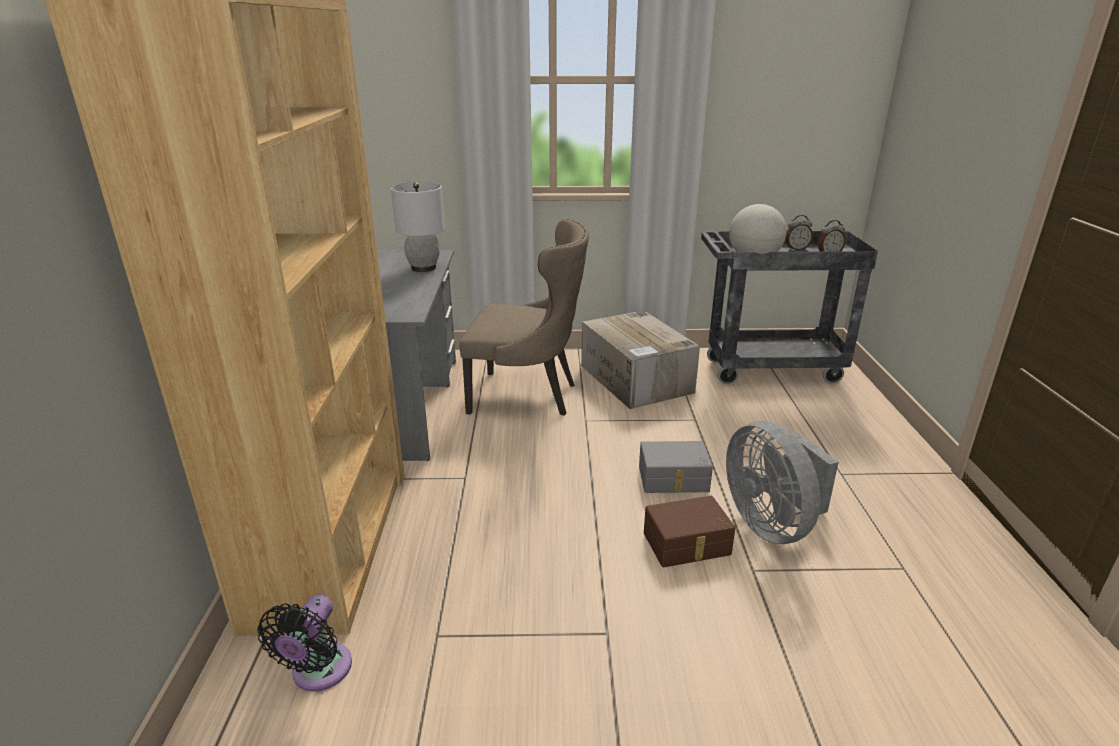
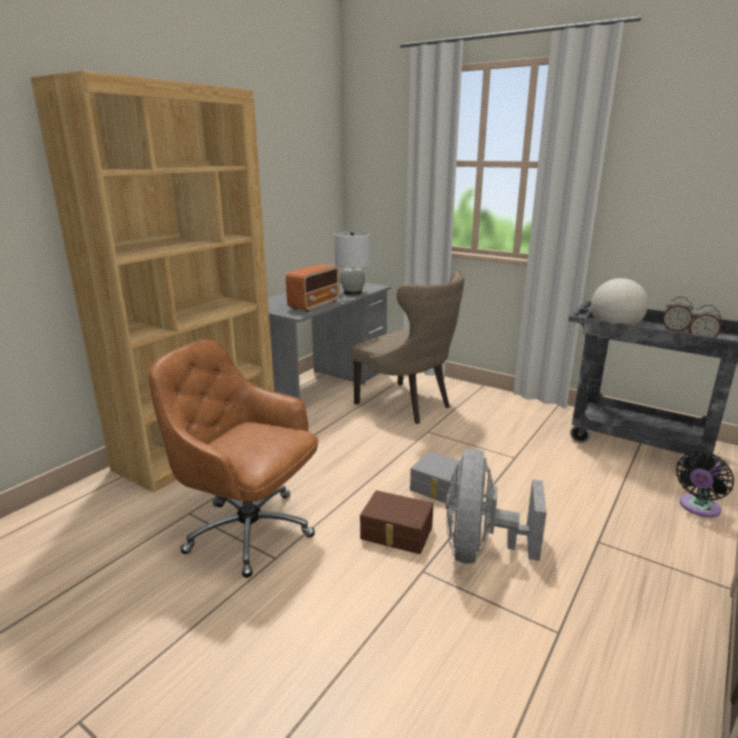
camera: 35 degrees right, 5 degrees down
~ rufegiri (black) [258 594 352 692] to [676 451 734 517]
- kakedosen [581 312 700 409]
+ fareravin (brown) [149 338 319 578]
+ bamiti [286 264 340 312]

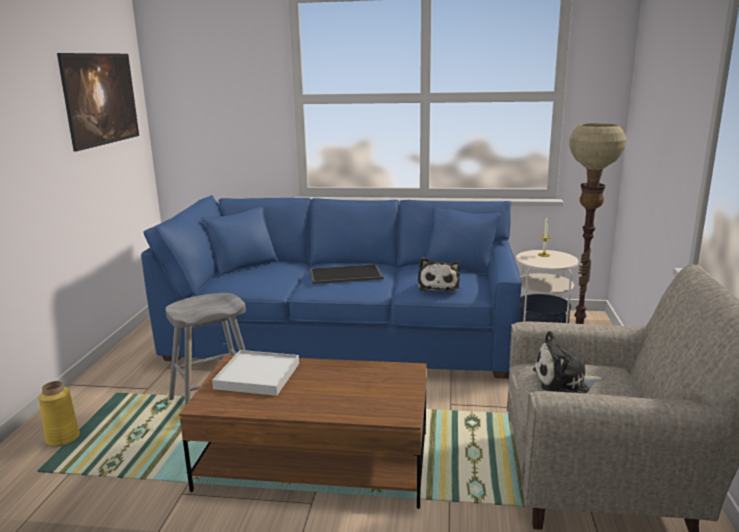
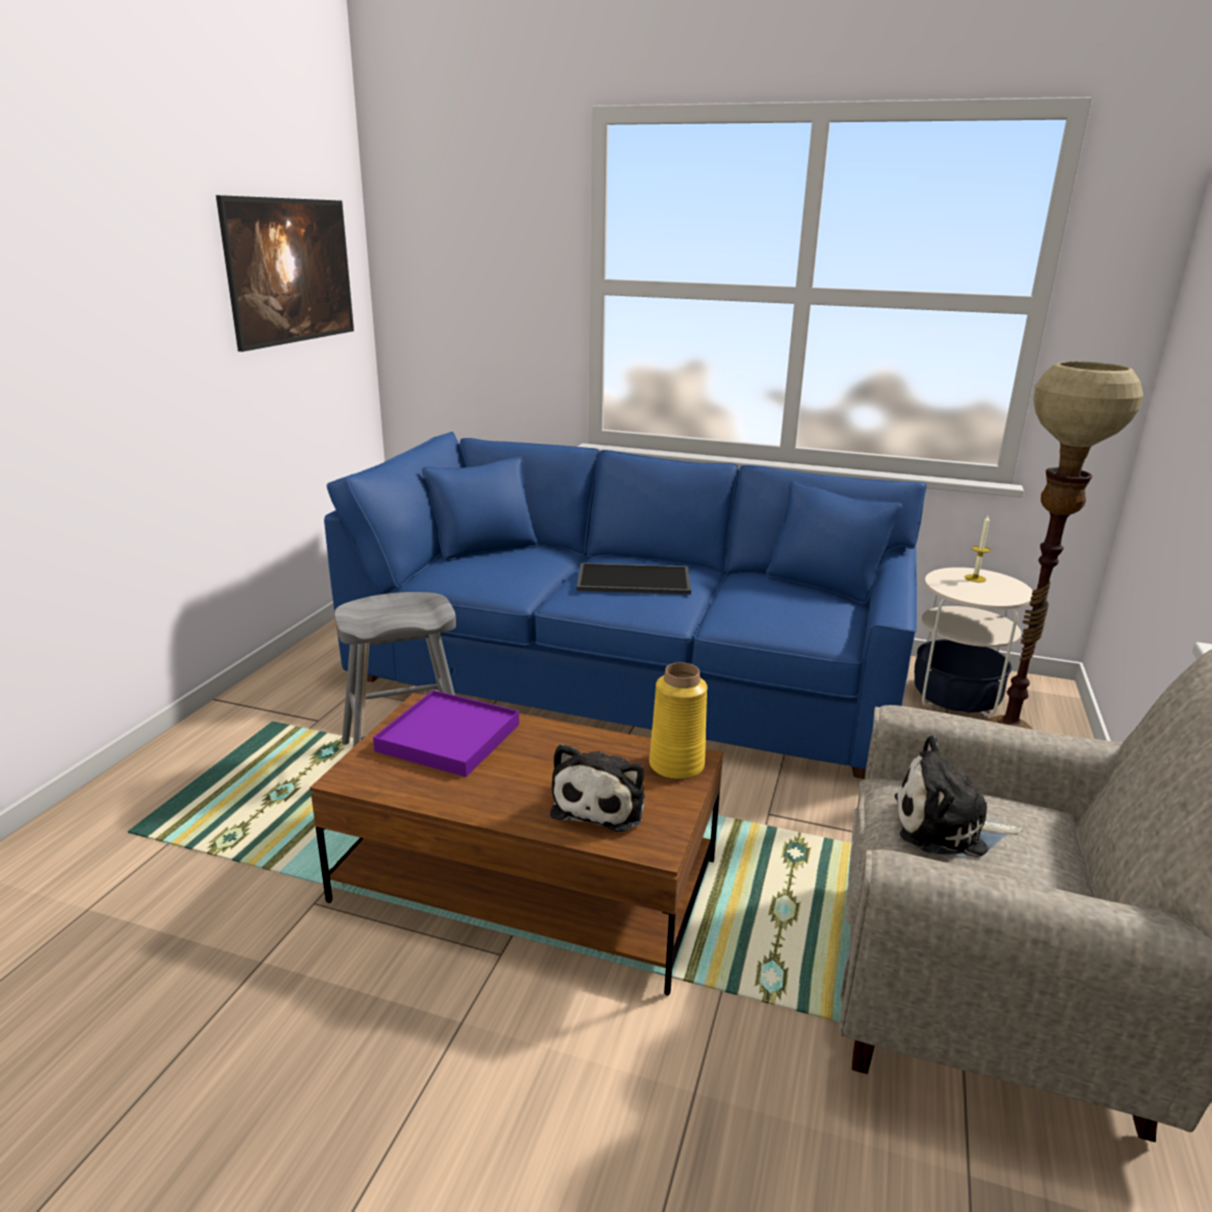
camera: 10 degrees right, 5 degrees up
~ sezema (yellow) [38 381 80 447] to [649 663 707 780]
~ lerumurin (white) [212 350 299 396] to lerumurin (purple) [373 690 519 777]
~ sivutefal [418 257 460 291] to [550 744 645 832]

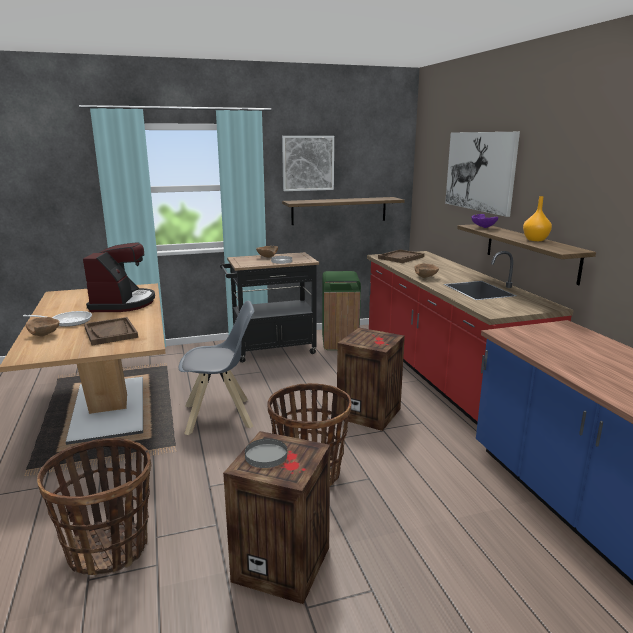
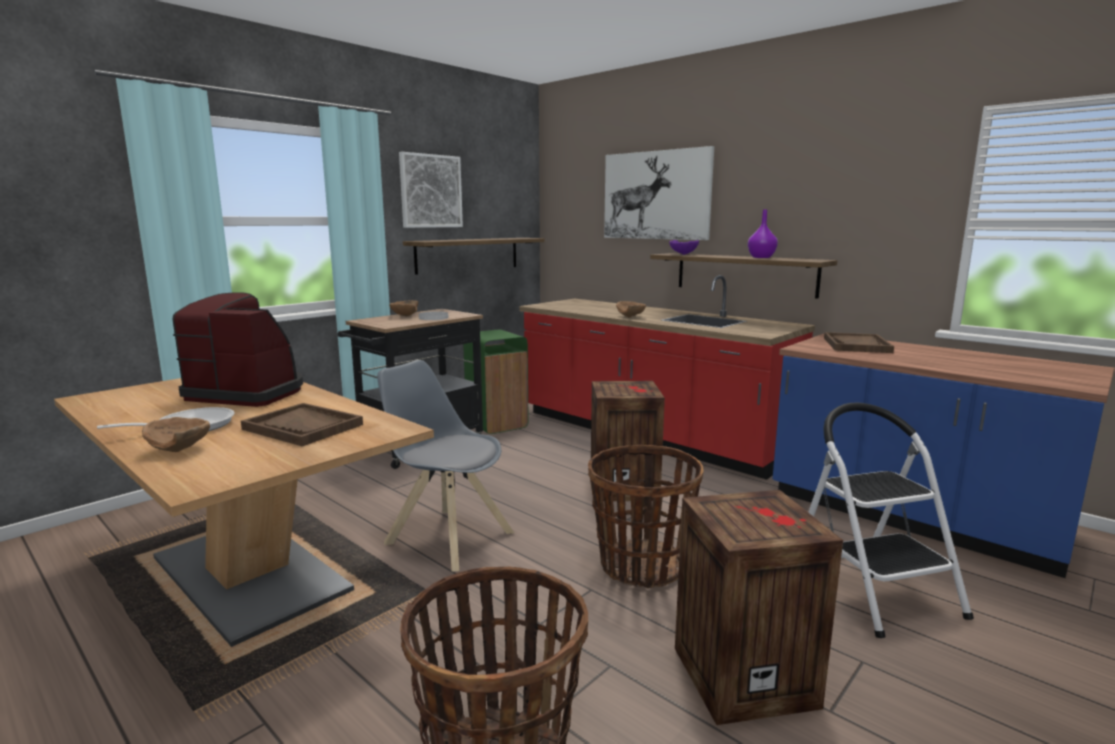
camera: 30 degrees left, 5 degrees down
~ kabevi [83 242 155 312] = [173 292 303 407] 45 degrees counterclockwise
~ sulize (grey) [179 301 255 435] = [377 360 514 572] 105 degrees counterclockwise
- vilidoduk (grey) [245 439 287 468]
~ lerumurin (brown) [378 250 424 263] to [824 332 894 353]
~ sezema (orange) [523 196 552 241] to sezema (purple) [748 210 778 258]
+ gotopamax [808 403 974 638]

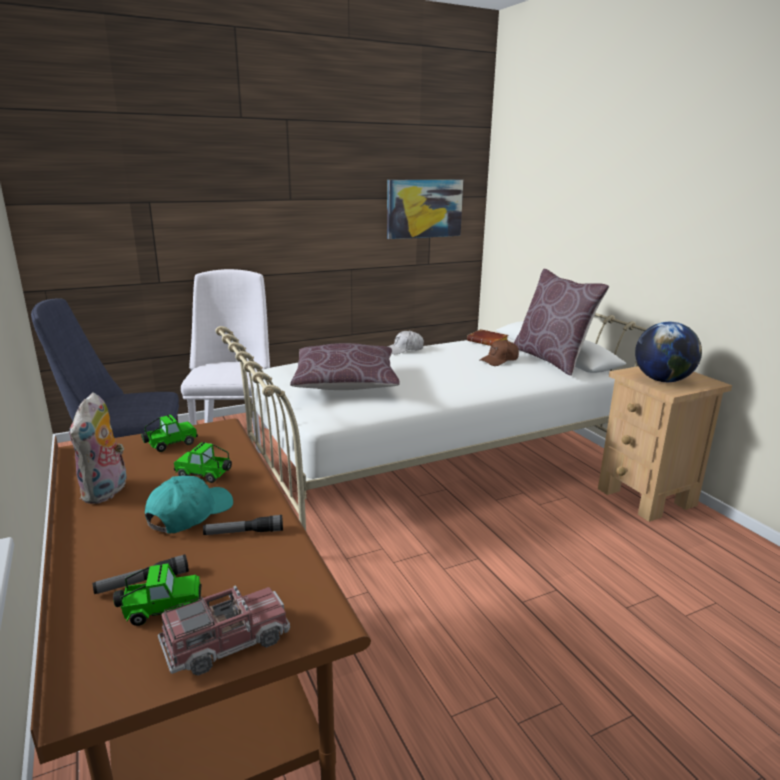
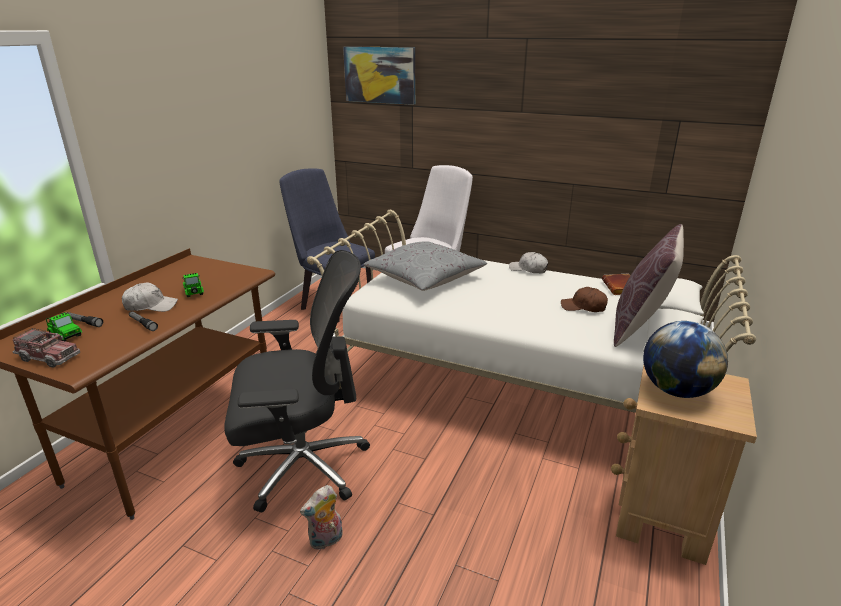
camera: 50 degrees right, 5 degrees up
~ sivutefal [69 393 127 504] to [300 485 343 550]
- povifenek [141 415 198 452]
~ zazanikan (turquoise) [145 476 233 534] to zazanikan (white) [122 282 178 312]
~ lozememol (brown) [290 343 400 390] to lozememol (grey) [364 241 487 291]
~ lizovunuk [387 179 463 239] to [343 46 415 105]
+ fareravin [224 250 370 512]

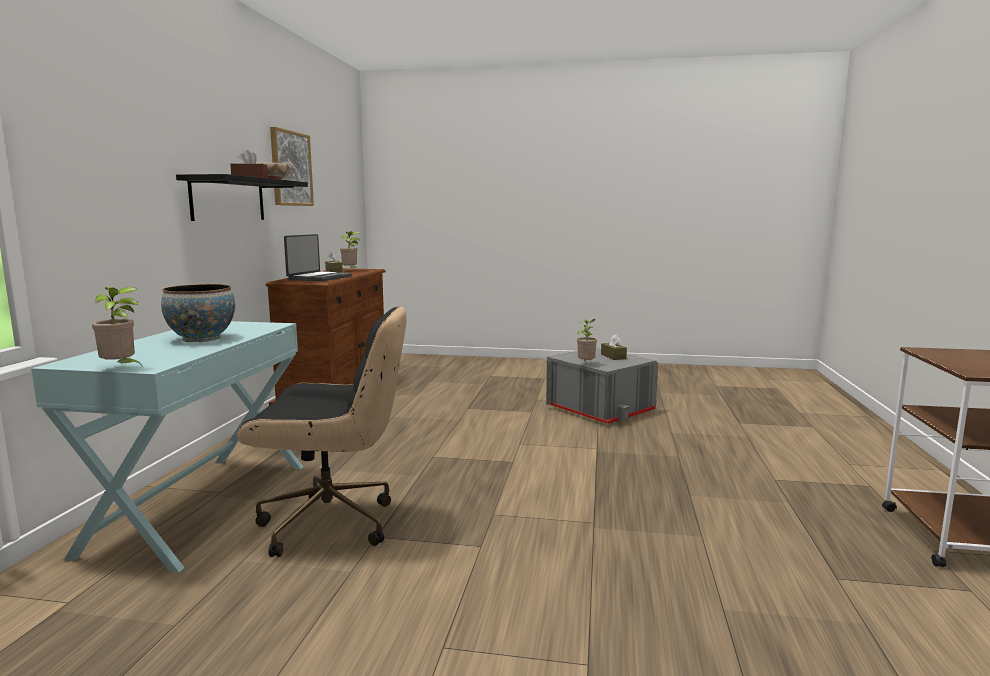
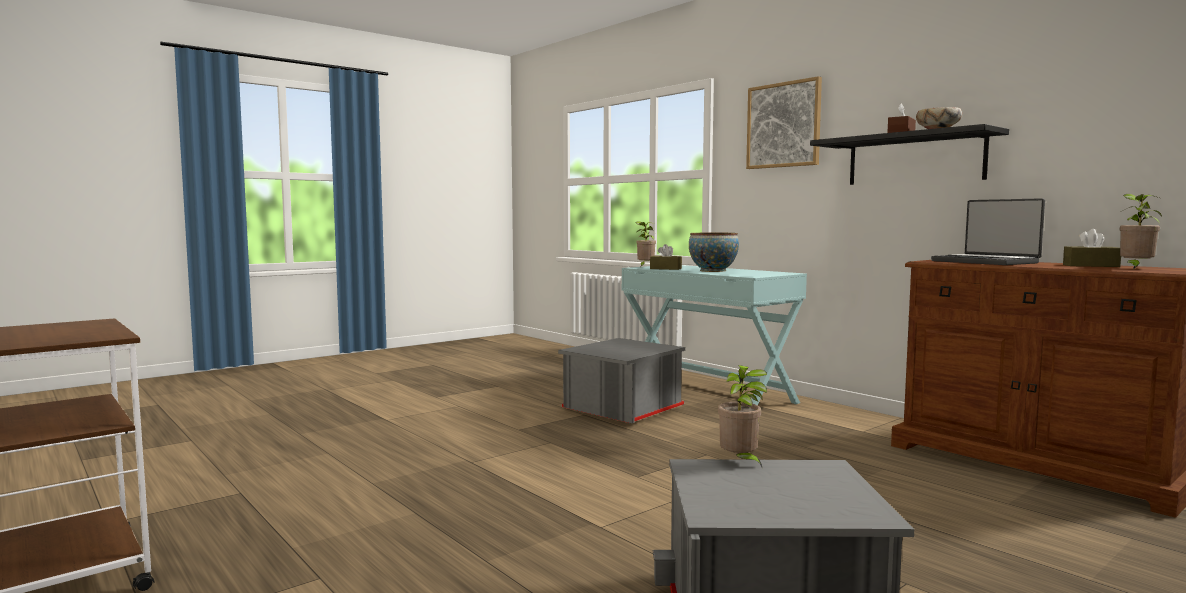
camera: 130 degrees right, 5 degrees down
~ fareravin (black) [237 306 407 557] to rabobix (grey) [558 338 685 423]
~ lizovunuk [270 127 314 206] to [746 76 822 169]
~ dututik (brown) [601 334 627 360] to [650 244 682 270]

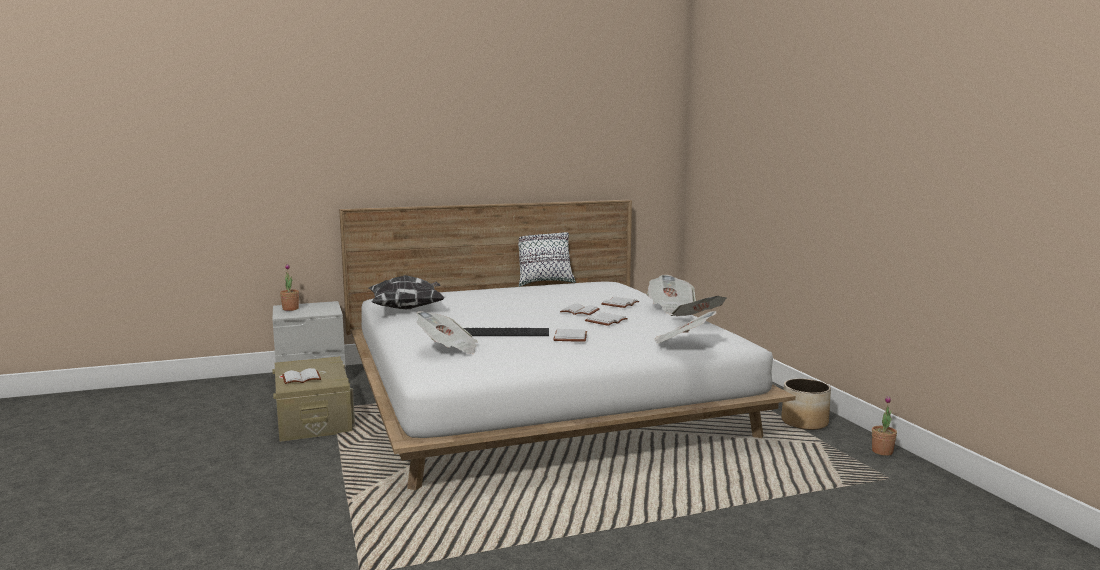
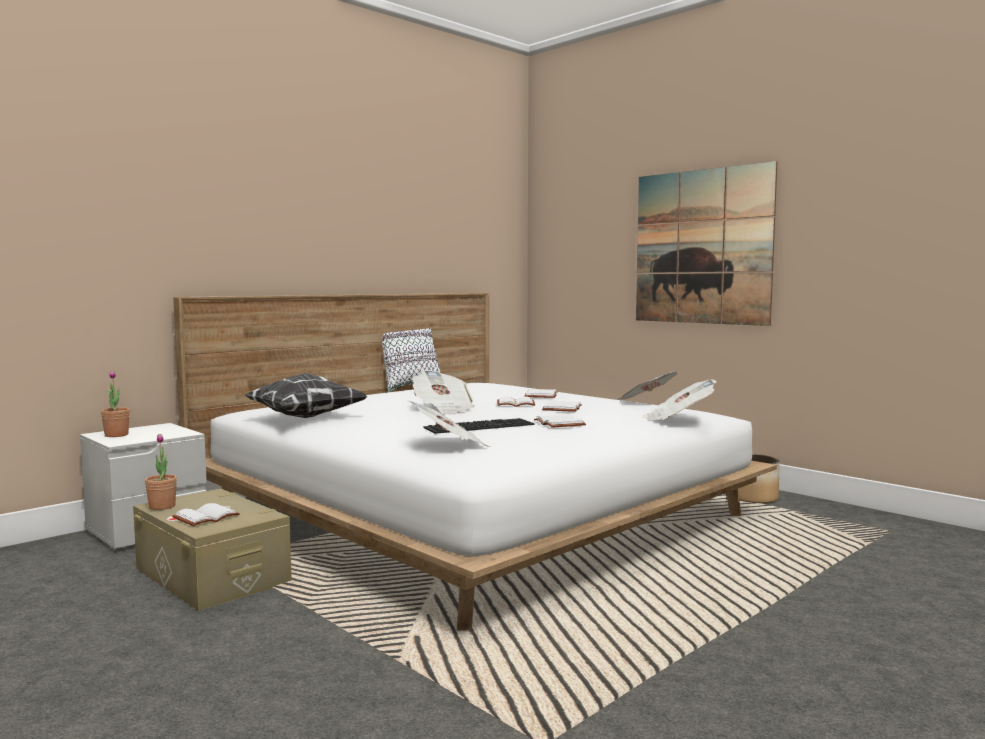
camera: 25 degrees left, 5 degrees down
~ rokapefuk [647 275 696 315] to [412 370 475 415]
~ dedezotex [872 396 897 456] to [145 434 177 510]
+ lizovunuk [636 161 777 326]

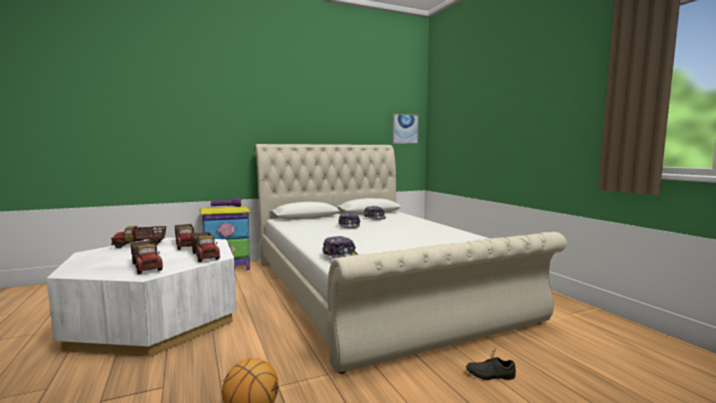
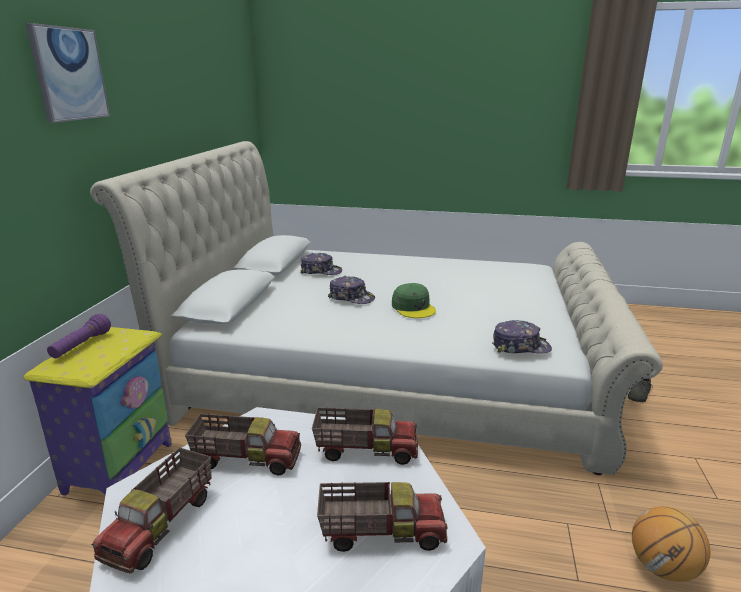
camera: 55 degrees left, 15 degrees up
~ lizovunuk [392 114 419 144] to [26 23 110 123]
+ zazanikan (green) [392 283 436 318]

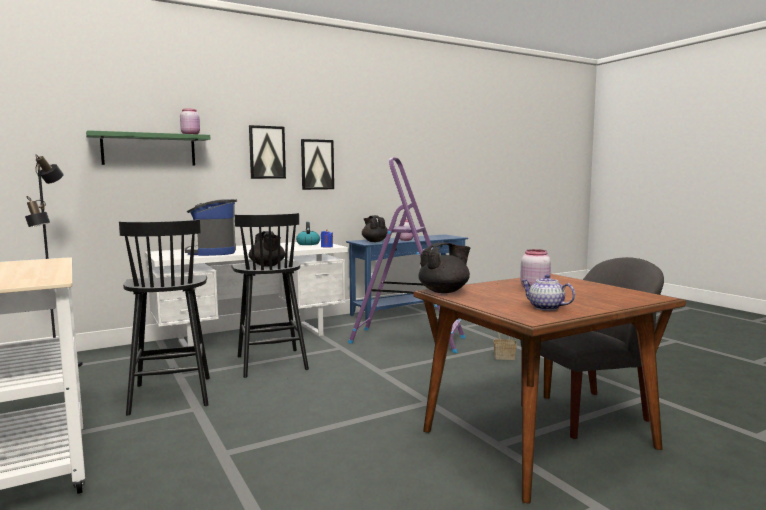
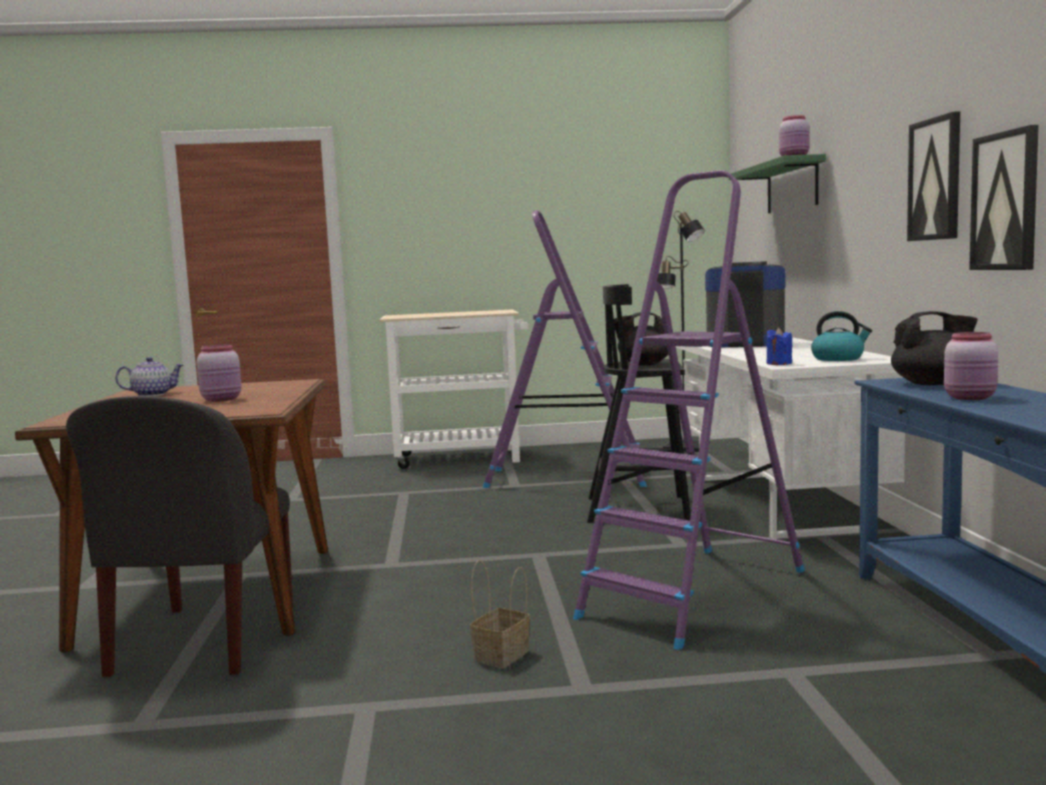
camera: 115 degrees right, 0 degrees up
~ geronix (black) [119 219 210 416] to gotopamax (purple) [483 210 647 488]
~ lizovunuk [249 125 286 179] to [969 125 1039 270]
- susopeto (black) [418 242 470 293]

